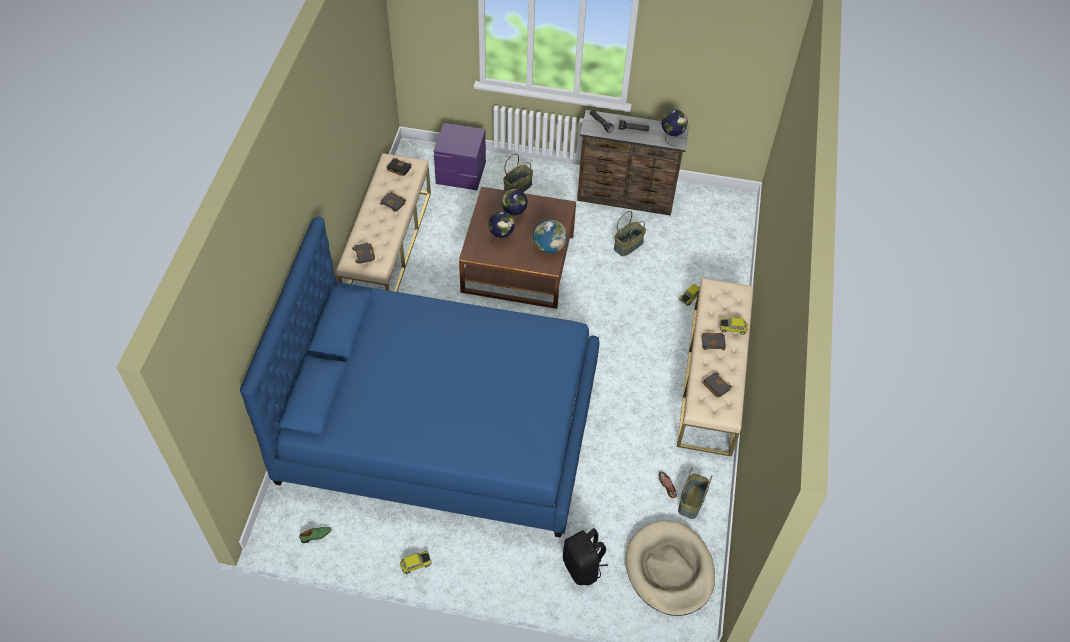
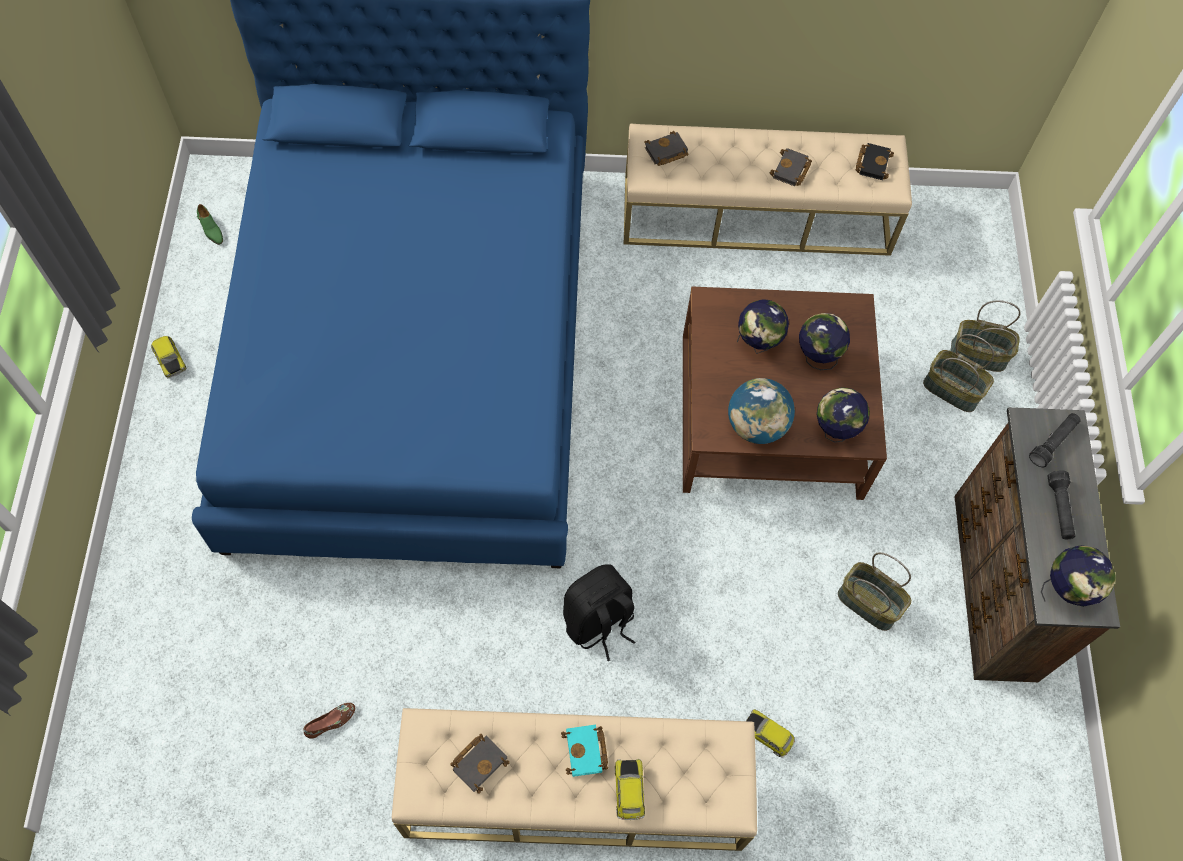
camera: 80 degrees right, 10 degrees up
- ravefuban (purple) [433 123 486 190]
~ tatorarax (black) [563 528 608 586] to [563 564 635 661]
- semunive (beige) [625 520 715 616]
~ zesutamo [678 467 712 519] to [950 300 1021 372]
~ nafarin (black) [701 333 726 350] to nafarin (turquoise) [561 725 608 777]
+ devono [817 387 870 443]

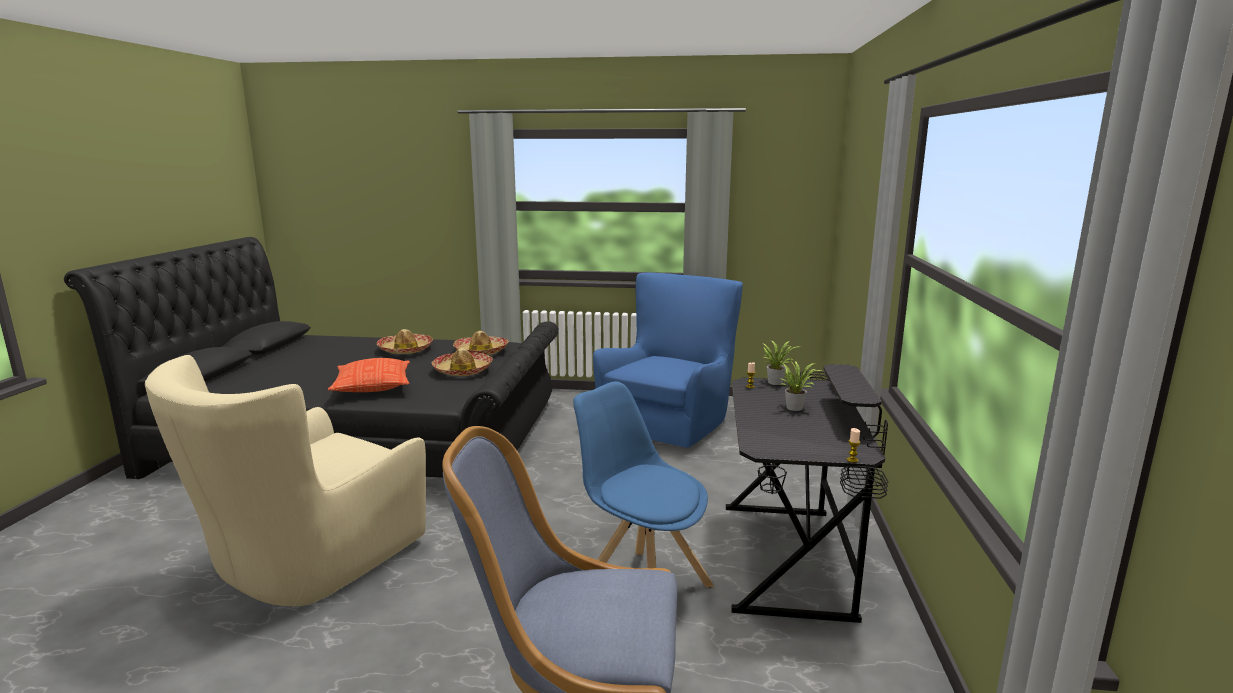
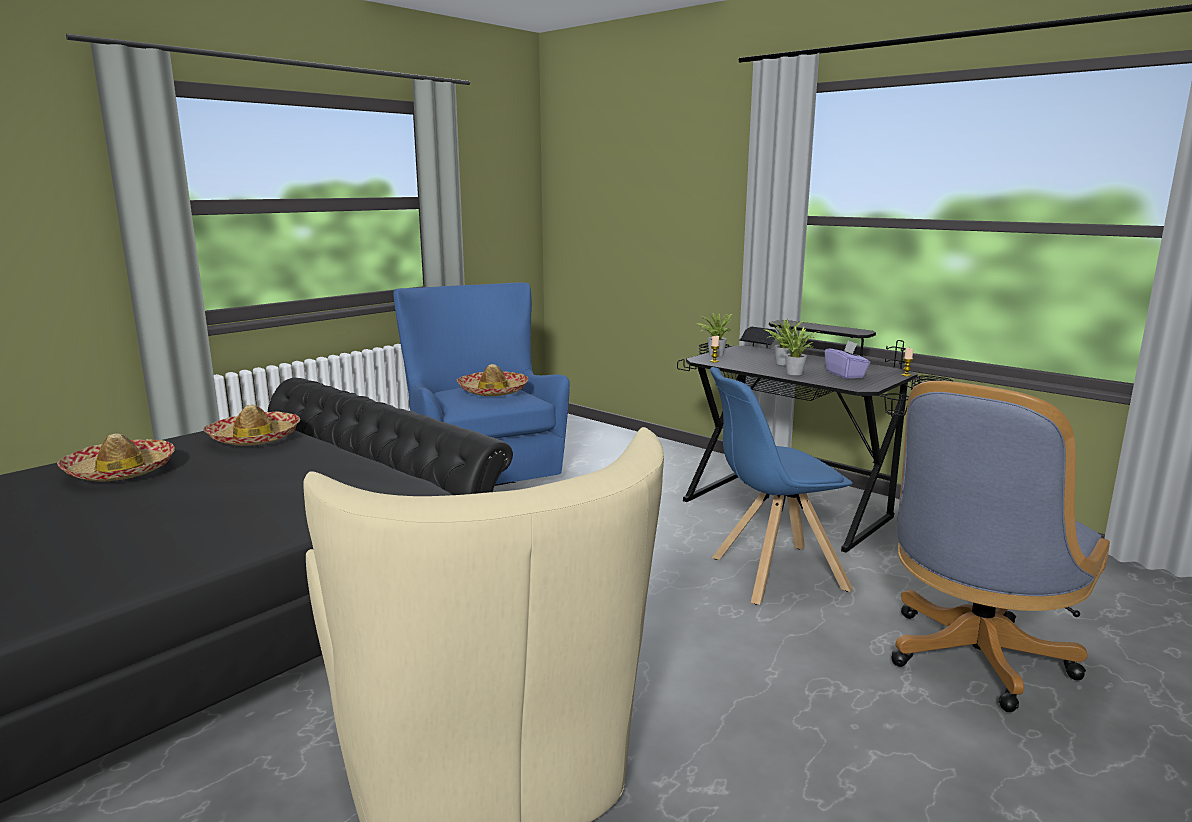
camera: 55 degrees left, 0 degrees up
- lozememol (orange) [328 358 410 392]
~ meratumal [432 348 493 376] to [456 364 529 396]
+ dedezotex [779 326 820 375]
+ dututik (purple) [825 340 870 379]

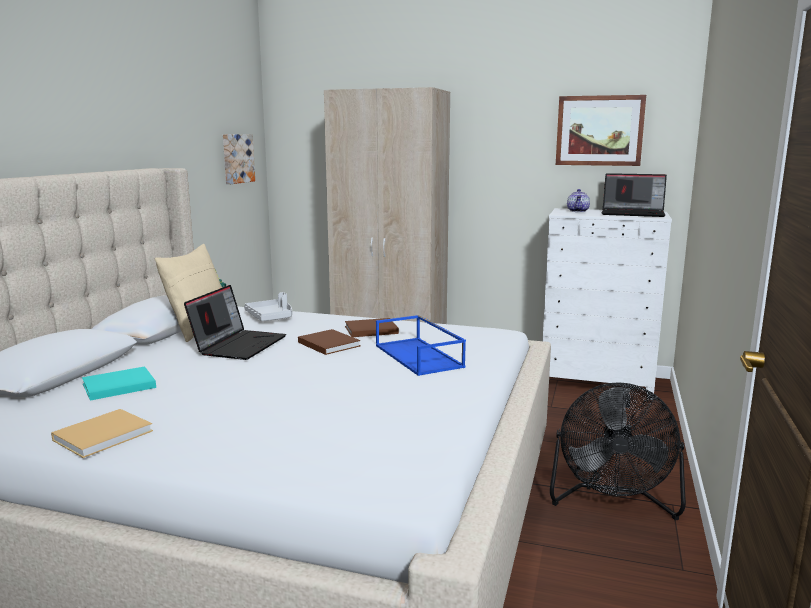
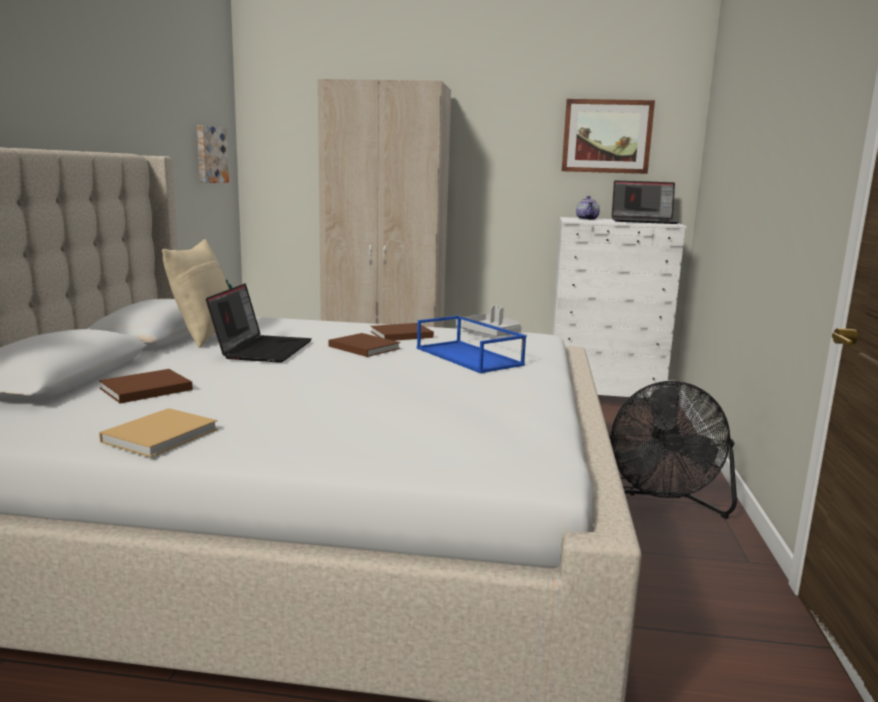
camera: 10 degrees left, 0 degrees up
~ nafarin (turquoise) [82 366 156 401] to nafarin (brown) [99 369 193 403]
~ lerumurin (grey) [244 292 292 321] to [456 305 522 336]

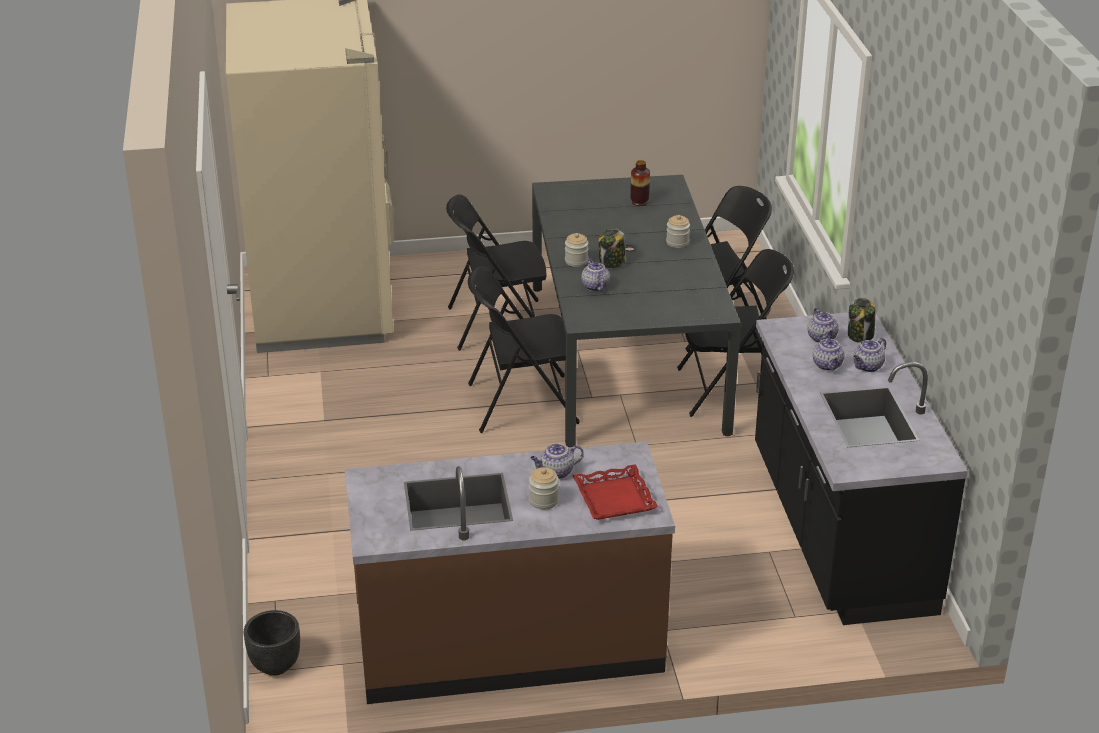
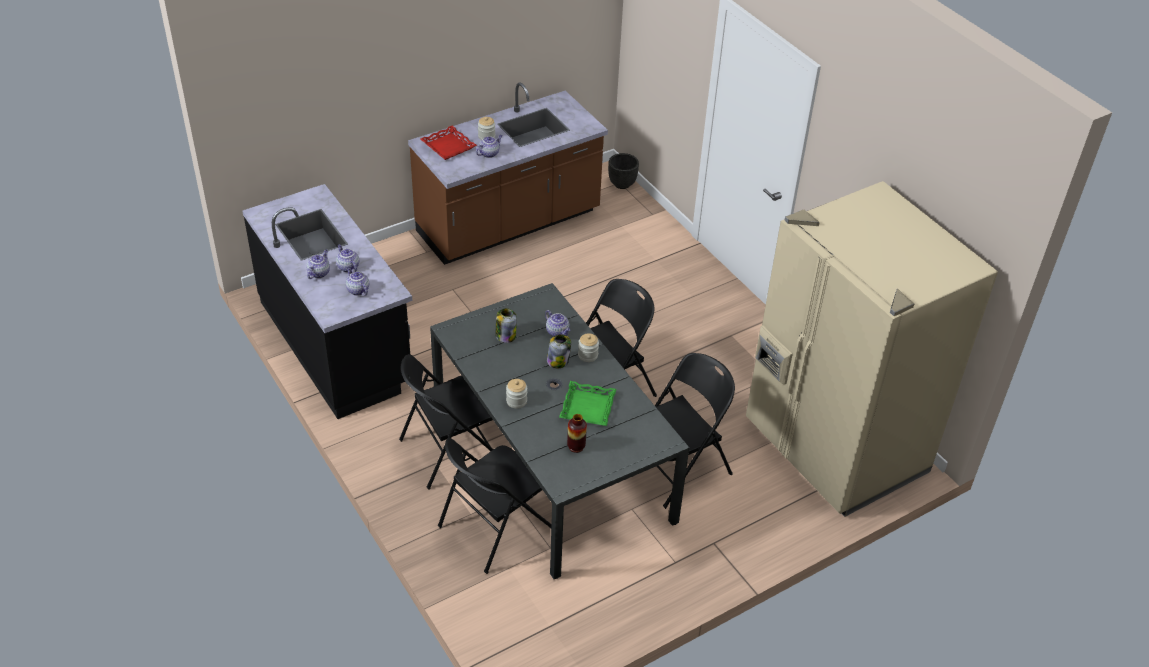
camera: 155 degrees right, 10 degrees up
~ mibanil [848 298 875 343] to [495 308 517 343]
+ lerumurin (green) [559 381 617 426]

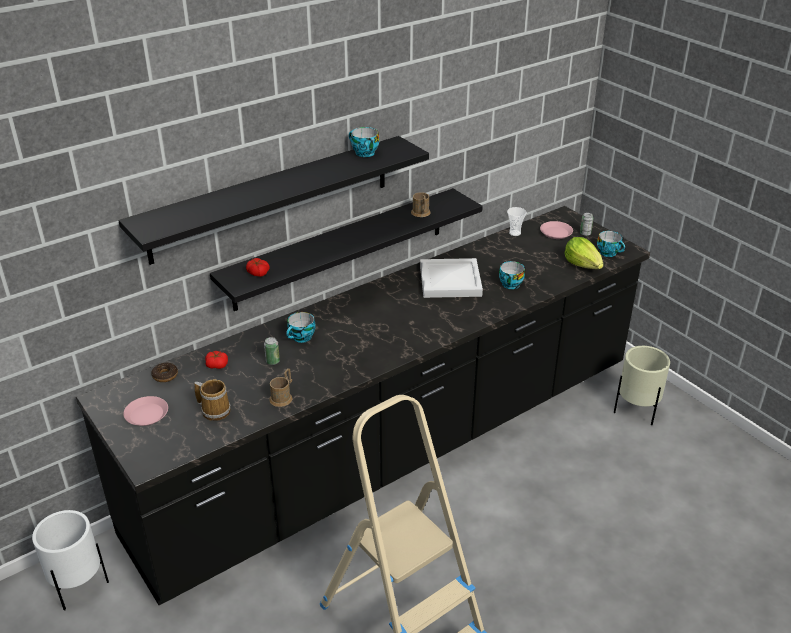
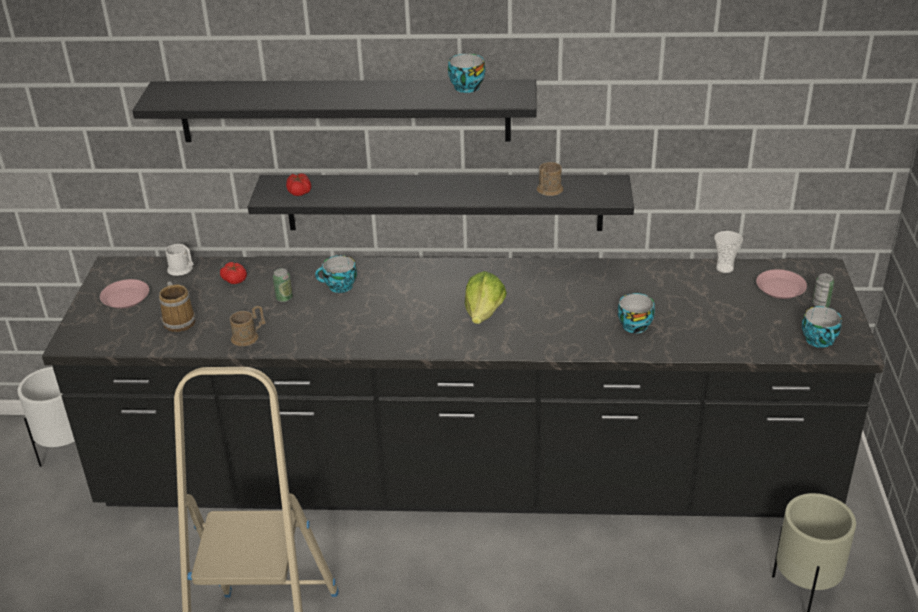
camera: 40 degrees right, 0 degrees up
~ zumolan [151 363 178 382] to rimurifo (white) [165 244 194 276]
- lerumurin (white) [420 258 483 298]
~ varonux [564 237 604 269] to [465 271 507 324]

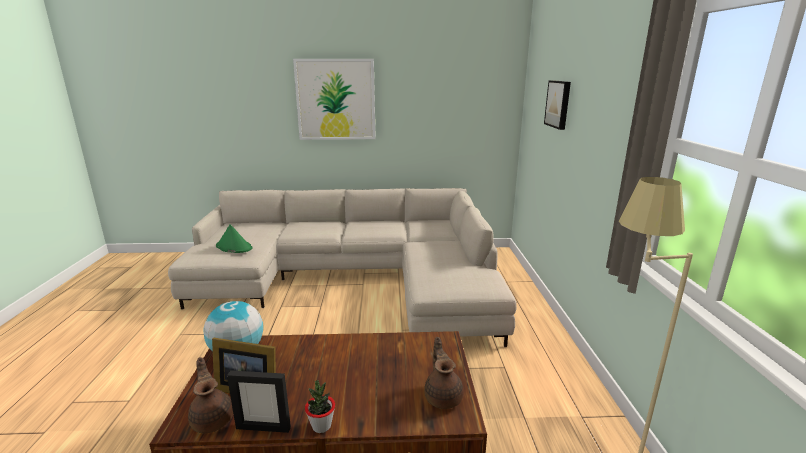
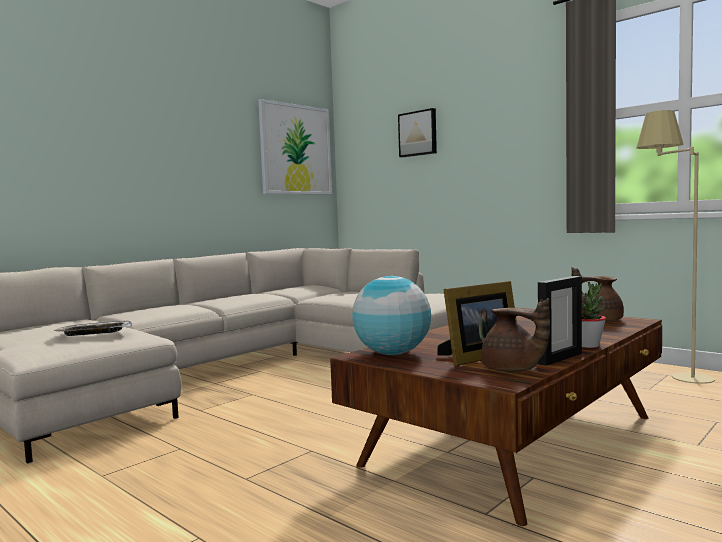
camera: 45 degrees left, 15 degrees down
~ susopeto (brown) [188 357 233 433] = [481 298 550 372] 150 degrees counterclockwise
~ meratumal (green) [216 224 253 253] to lerumurin [54 321 133 336]
~ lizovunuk [293 59 376 140] to [258 99 332 194]

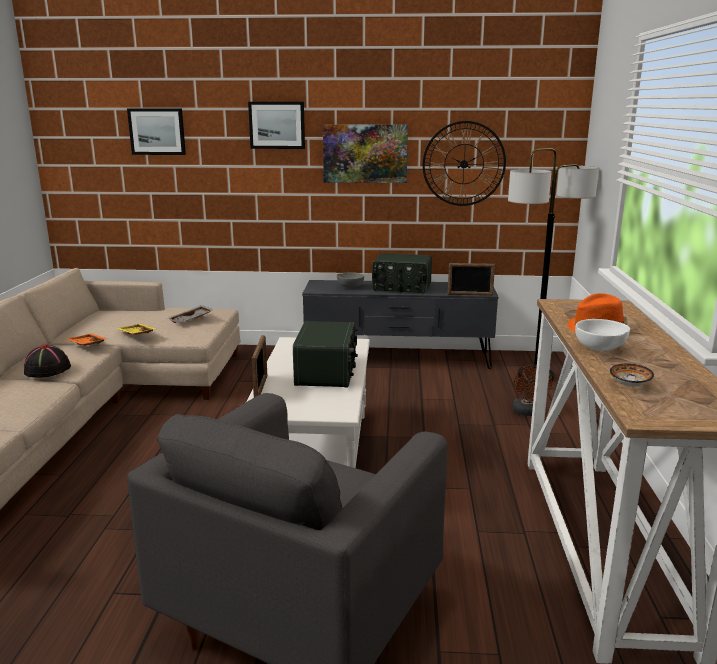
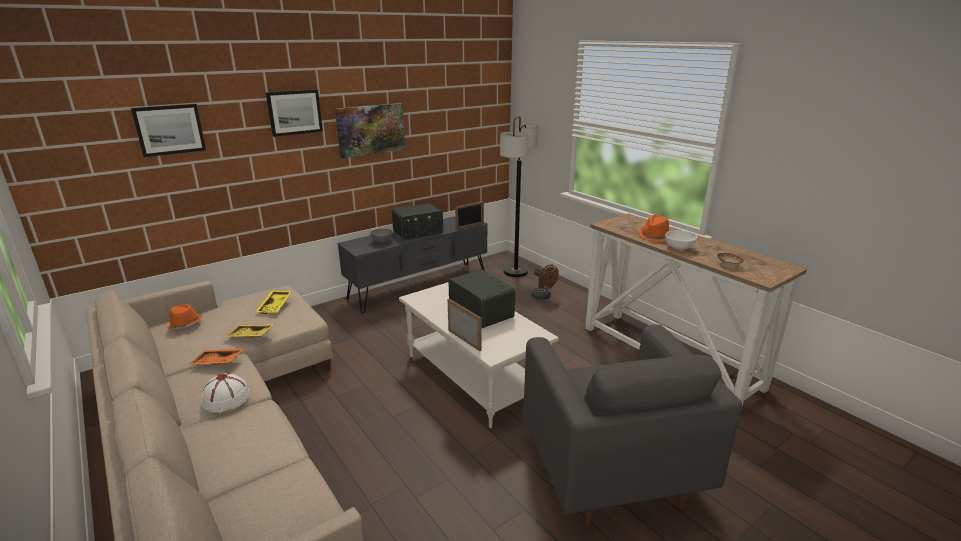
camera: 40 degrees left, 5 degrees up
~ meratumal (black) [24 345 71 378] to meratumal (white) [201 373 250 412]
~ lerumurin (grey) [167 305 214 323] to lerumurin (yellow) [255 290 292 314]
- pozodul [423 121 506 206]
+ meratumal (orange) [167 304 202 329]

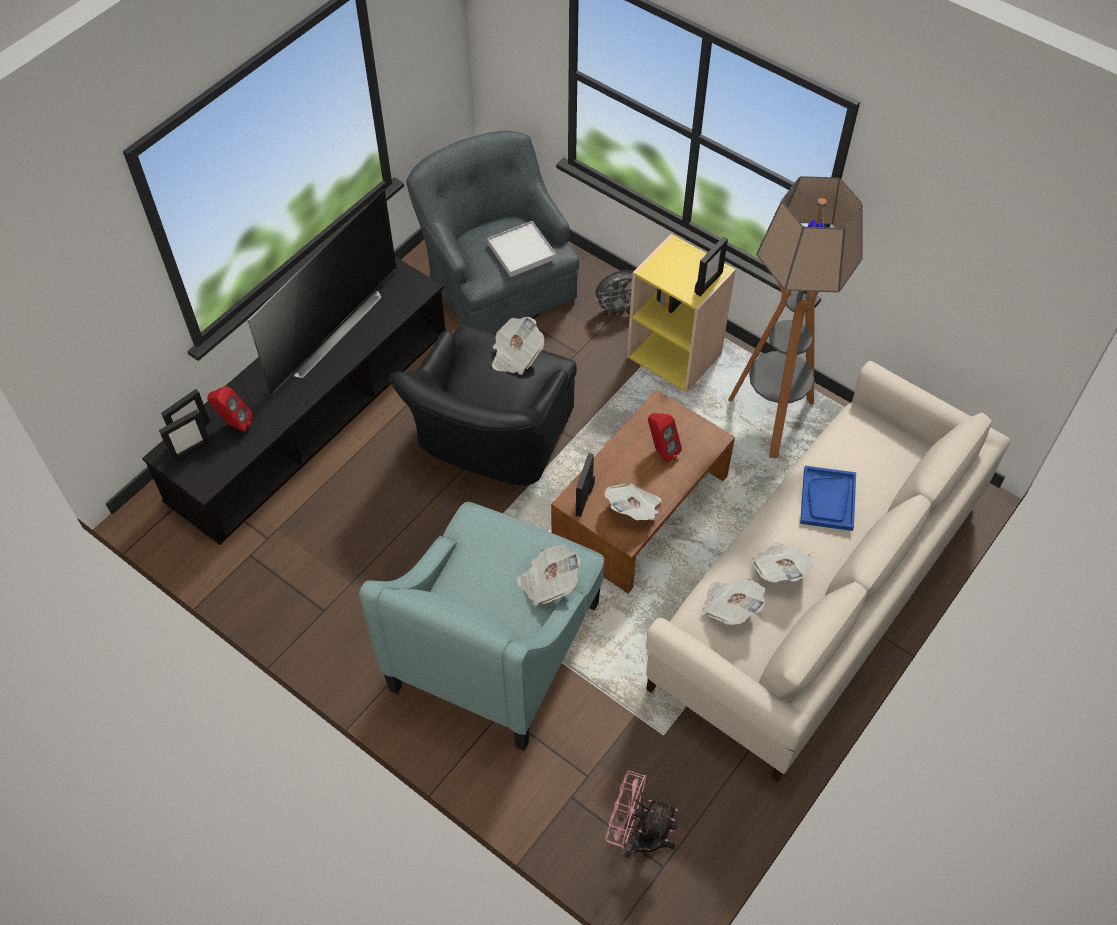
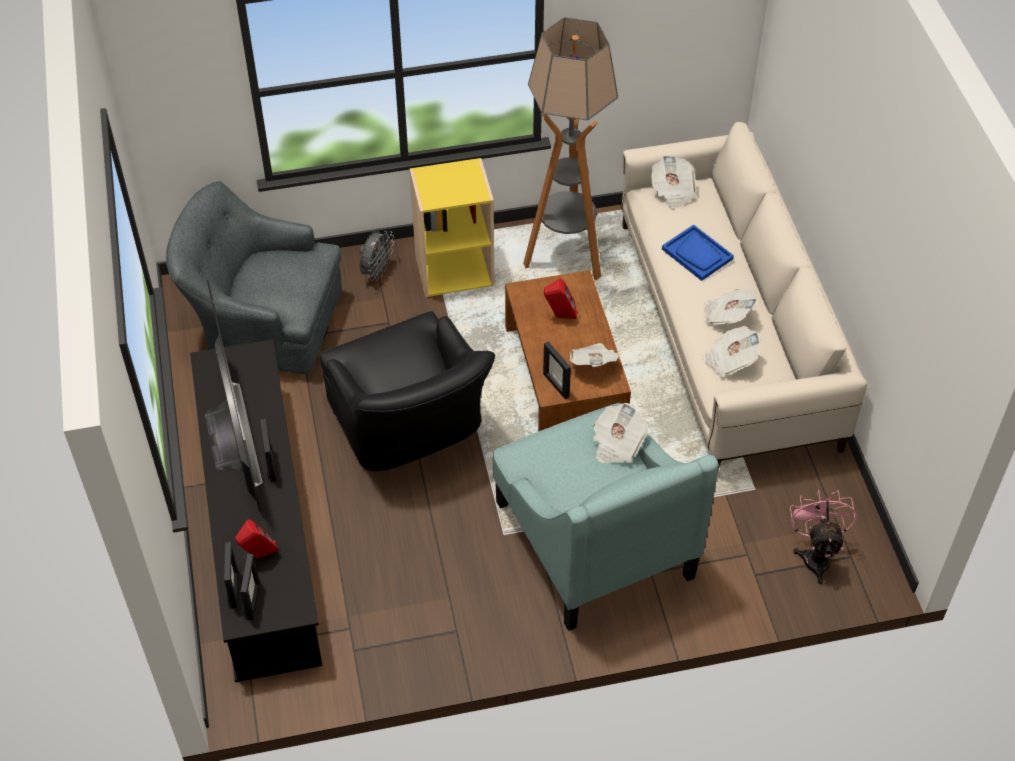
camera: 50 degrees left, 5 degrees down
- lerumurin (white) [487 221 556 277]
~ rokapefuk [492 317 544 374] to [651 156 696 209]
~ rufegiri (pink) [605 771 679 858] = [790 490 857 584] 120 degrees clockwise
~ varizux [694 236 728 296] to [260 419 276 482]

